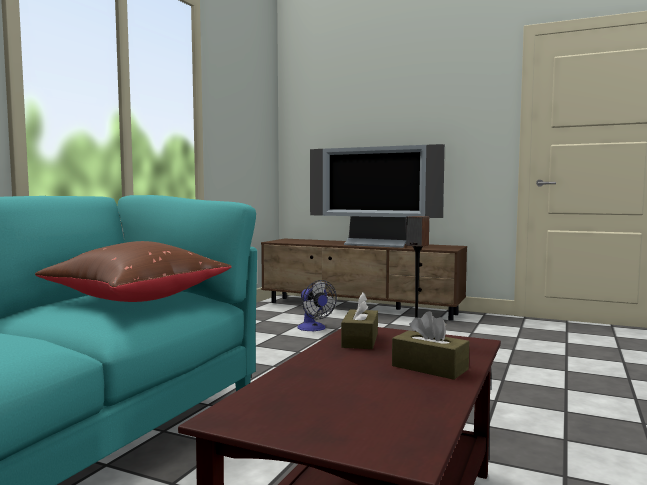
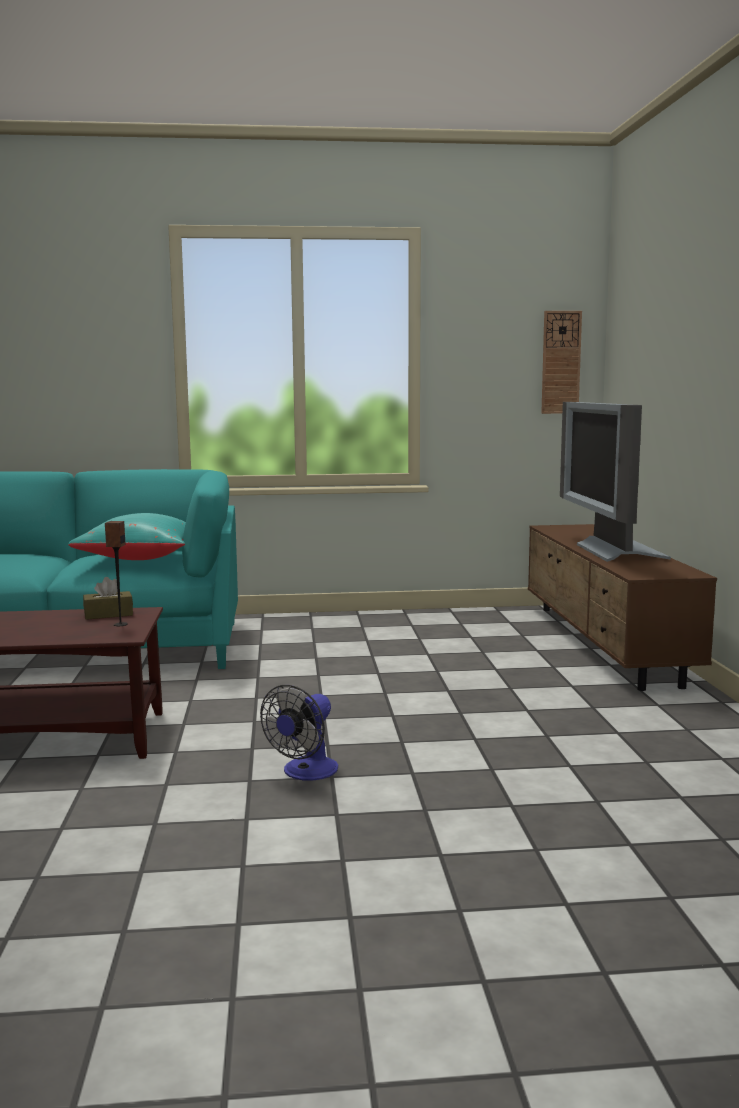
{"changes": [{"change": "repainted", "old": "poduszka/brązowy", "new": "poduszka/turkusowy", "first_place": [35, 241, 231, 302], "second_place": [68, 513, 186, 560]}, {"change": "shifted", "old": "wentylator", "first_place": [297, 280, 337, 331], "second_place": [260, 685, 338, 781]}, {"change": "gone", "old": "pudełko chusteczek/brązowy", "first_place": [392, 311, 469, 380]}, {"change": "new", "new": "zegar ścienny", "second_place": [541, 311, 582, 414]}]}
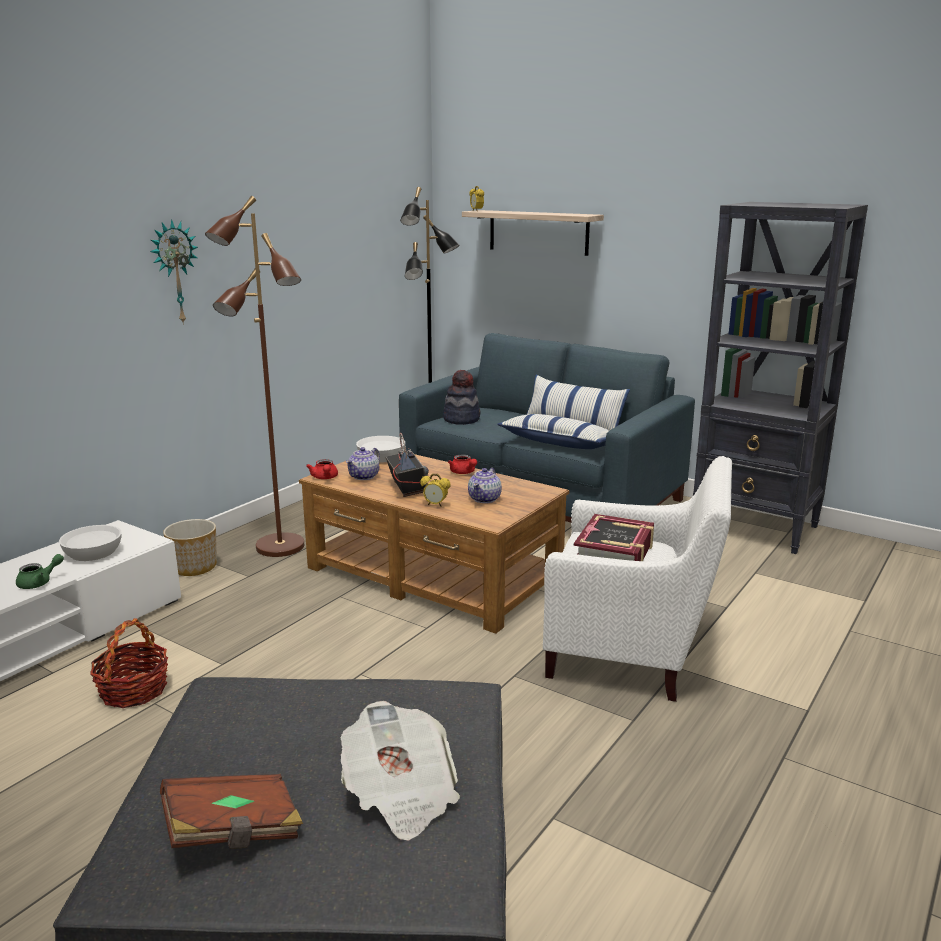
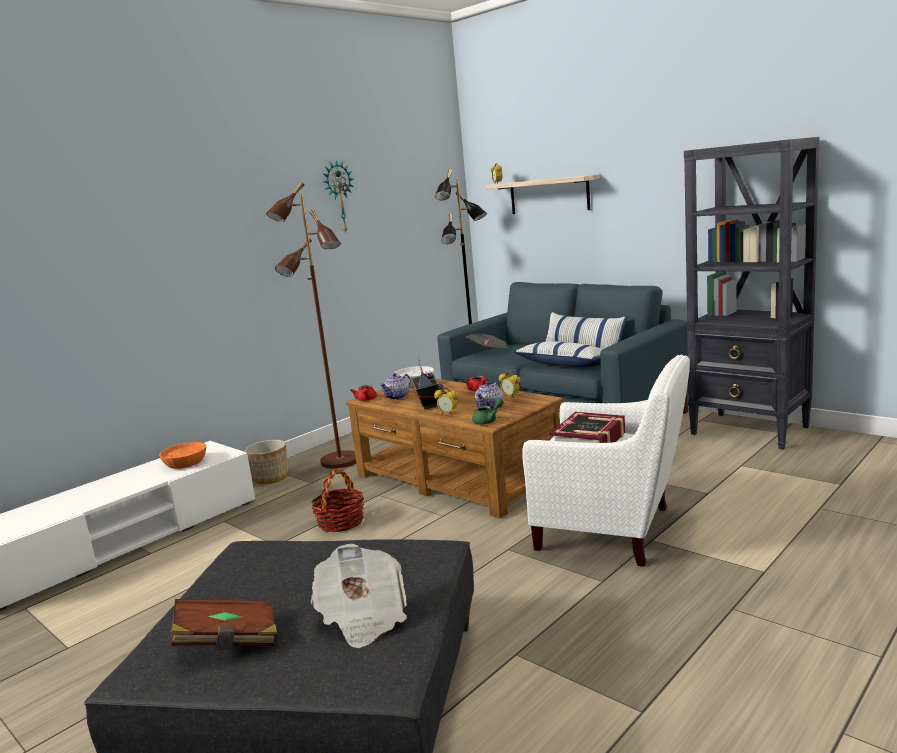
{"changes": [{"change": "shifted", "old": "zegar ścienny", "first_place": [150, 219, 198, 325], "second_place": [323, 160, 354, 233]}, {"change": "swapped", "old": "kapelusz", "new": "gazeta", "first_place": [443, 370, 480, 425], "second_place": [465, 333, 509, 348]}, {"change": "repainted", "old": "miska/biały", "new": "miska/pomarańczowy", "first_place": [59, 525, 122, 561], "second_place": [159, 442, 206, 469]}, {"change": "shifted", "old": "imbryk/zielony", "first_place": [16, 554, 64, 589], "second_place": [472, 398, 504, 424]}, {"change": "shifted", "old": "koszyk", "first_place": [90, 618, 168, 708], "second_place": [311, 469, 364, 532]}, {"change": "new", "new": "budzik", "second_place": [499, 371, 520, 398]}]}
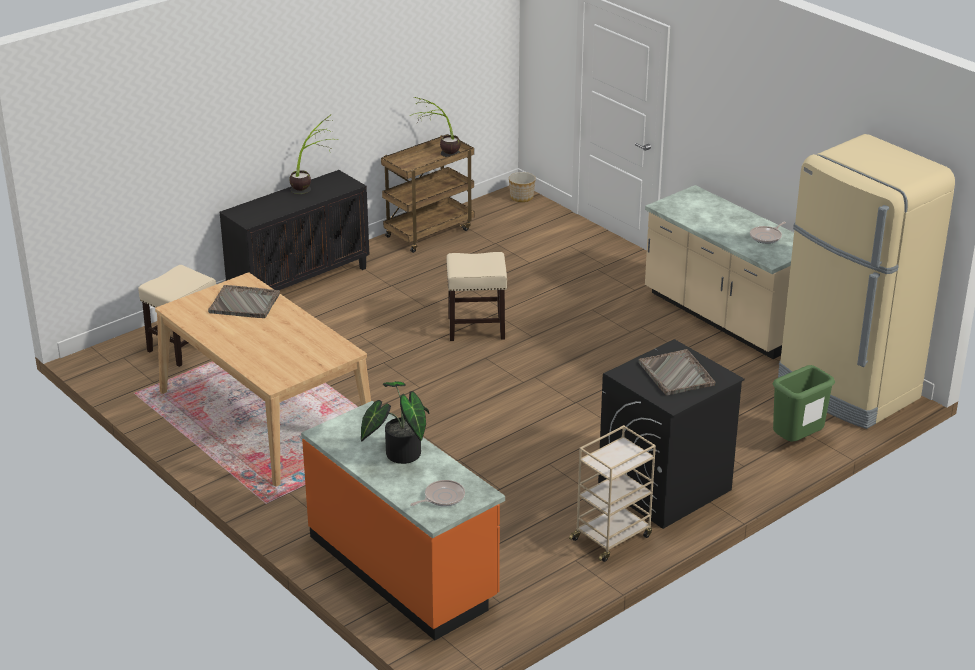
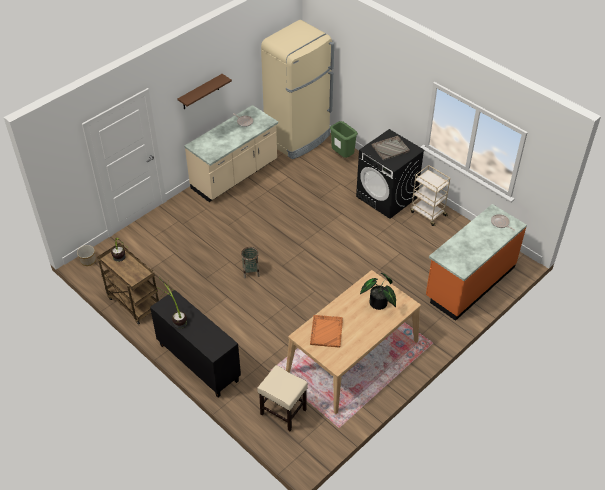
{"changes": [{"change": "swapped", "old": "stołek/beżowy", "new": "koszyk", "first_place": [447, 252, 507, 341], "second_place": [241, 247, 260, 278]}, {"change": "repainted", "old": "taca/szary", "new": "taca/pomarańczowy", "first_place": [208, 285, 280, 318], "second_place": [310, 315, 343, 348]}, {"change": "shifted", "old": "roślina doniczkowa", "first_place": [361, 381, 429, 464], "second_place": [360, 273, 396, 310]}, {"change": "new", "new": "półka/brązowy", "second_place": [178, 74, 232, 109]}]}
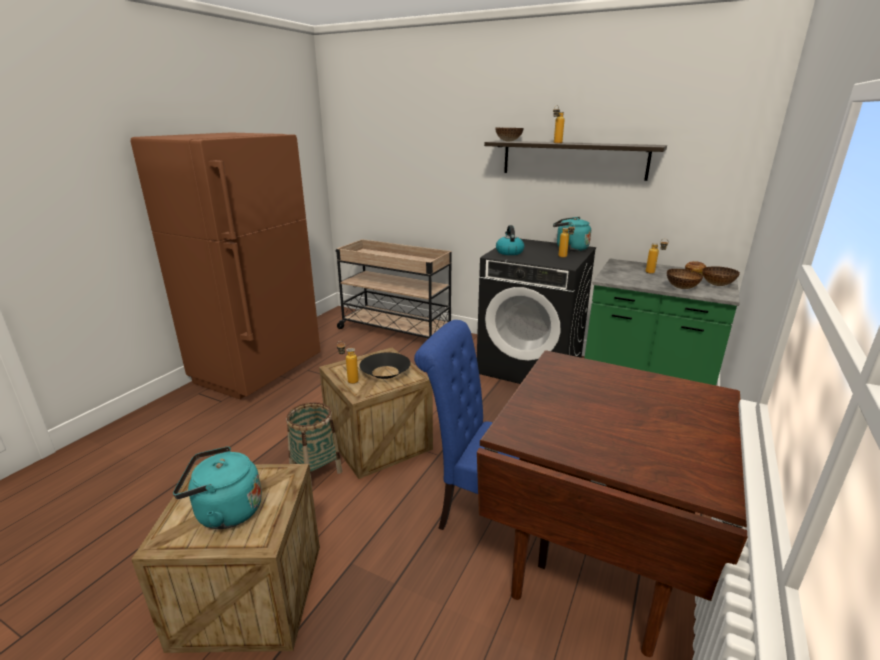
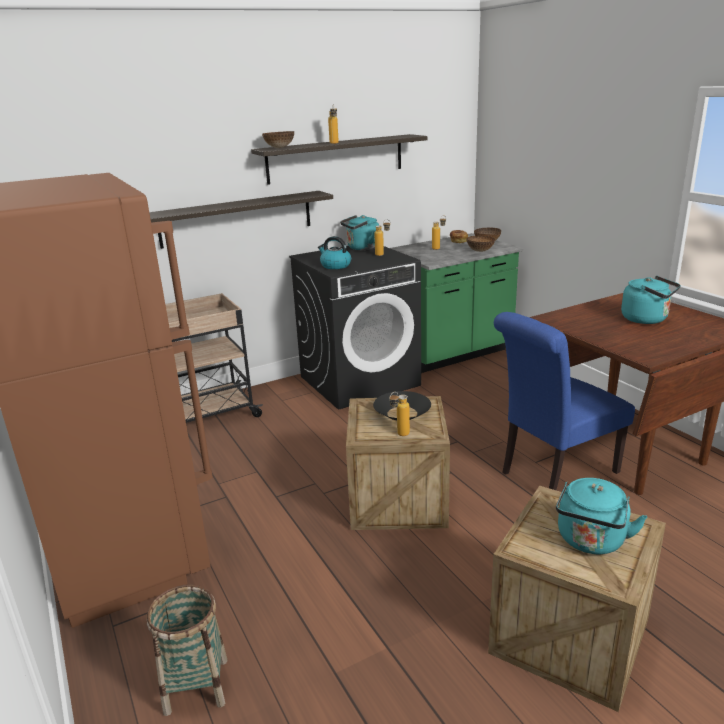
{"changes": [{"change": "shifted", "old": "koszyk", "first_place": [286, 402, 343, 485], "second_place": [147, 585, 228, 716]}, {"change": "new", "new": "półka", "second_place": [149, 191, 333, 249]}, {"change": "new", "new": "czajnik/turkusowy", "second_place": [621, 276, 681, 324]}]}
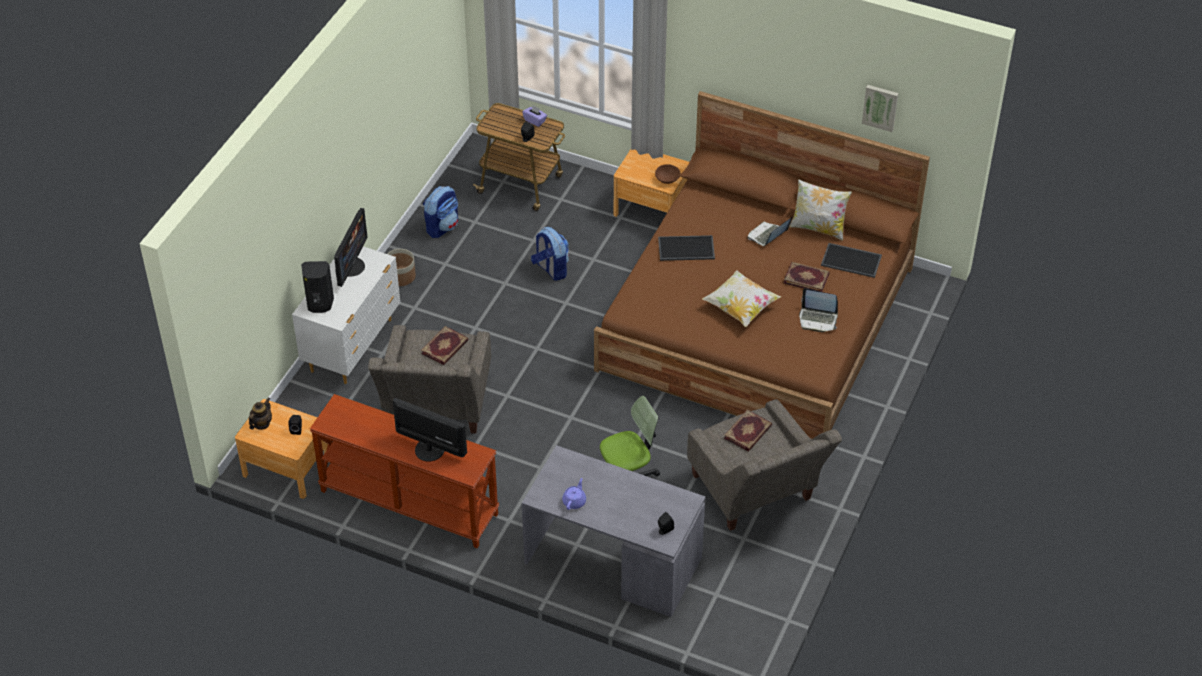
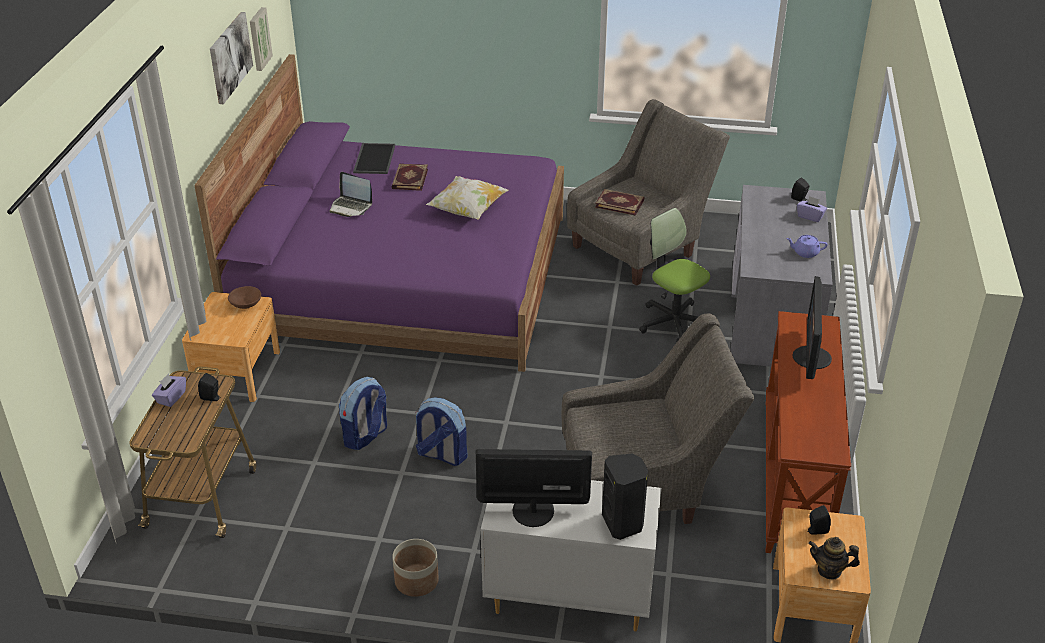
{"changes": [{"change": "repainted", "old": "łóżko/brązowy", "new": "łóżko/fioletowy", "first_place": [594, 91, 930, 439], "second_place": [194, 54, 564, 372]}, {"change": "gone", "old": "poduszka", "first_place": [790, 179, 852, 241]}, {"change": "shifted", "old": "plecak", "first_place": [423, 186, 458, 238], "second_place": [416, 397, 468, 466]}, {"change": "gone", "old": "taca", "first_place": [658, 235, 715, 261]}, {"change": "gone", "old": "laptop", "first_place": [799, 288, 838, 332]}, {"change": "gone", "old": "książka", "first_place": [421, 326, 469, 365]}, {"change": "new", "new": "obraz", "second_place": [210, 12, 253, 104]}, {"change": "new", "new": "pudełko chusteczek/fioletowy", "second_place": [797, 196, 827, 222]}]}
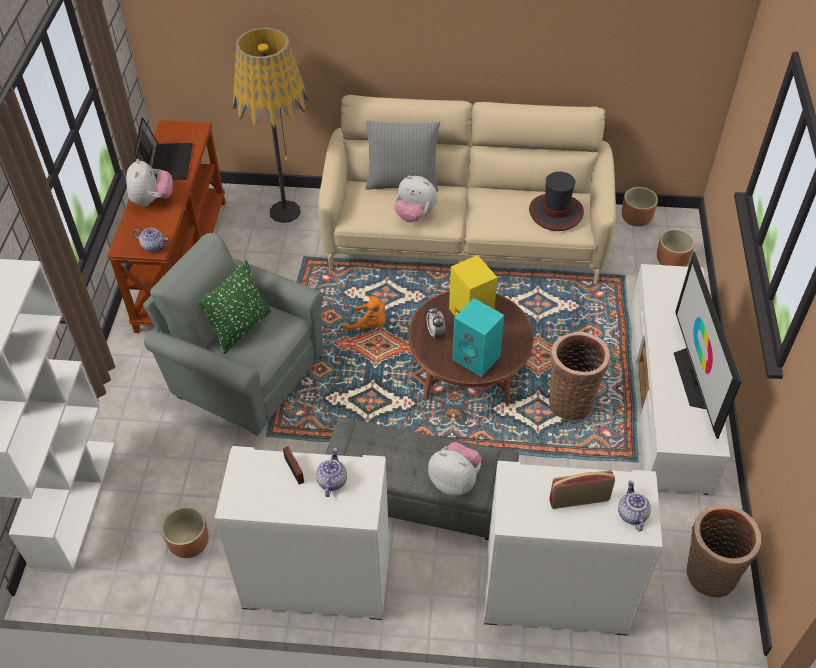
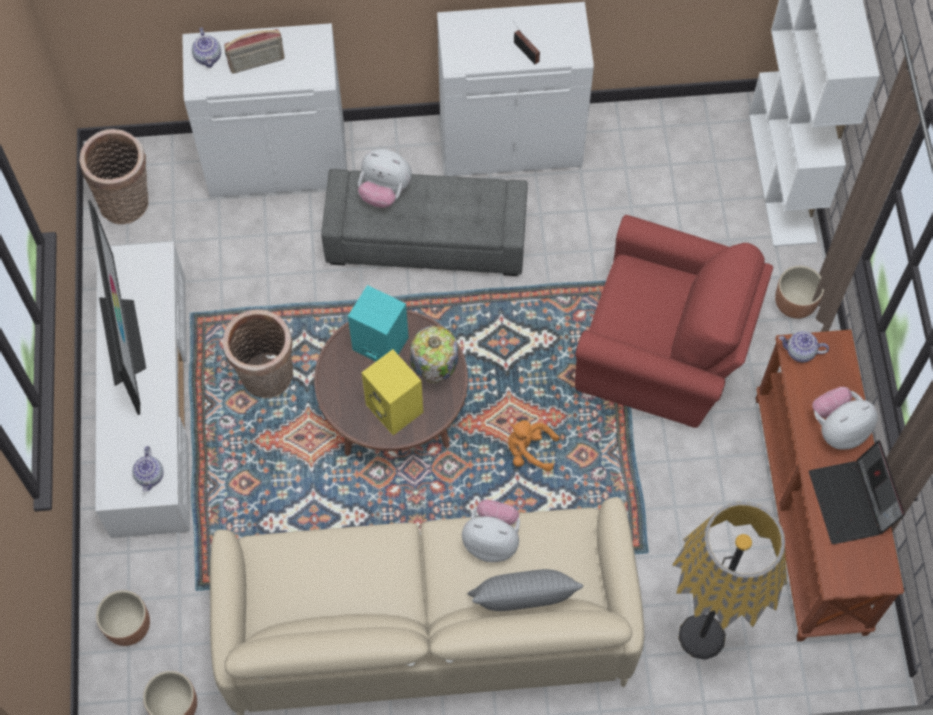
{"changes": [{"change": "rotated", "old": "pluszak", "first_place": [126, 159, 173, 207], "second_place": [812, 387, 878, 450], "degrees": 75}, {"change": "gone", "old": "kapelusz", "first_place": [529, 172, 584, 231]}, {"change": "repainted", "old": "fotel/szary", "new": "fotel/czerwony", "first_place": [143, 233, 323, 436], "second_place": [575, 215, 773, 428]}, {"change": "gone", "old": "poduszka/zielony", "first_place": [198, 260, 271, 354]}, {"change": "swapped", "old": "budzik", "new": "lampa stołowa", "first_place": [427, 305, 445, 338], "second_place": [410, 326, 458, 384]}, {"change": "shifted", "old": "imbryk", "first_place": [316, 448, 347, 497], "second_place": [132, 446, 164, 492]}, {"change": "shifted", "old": "donica/brązowy", "first_place": [161, 507, 209, 558], "second_place": [775, 266, 824, 319]}]}
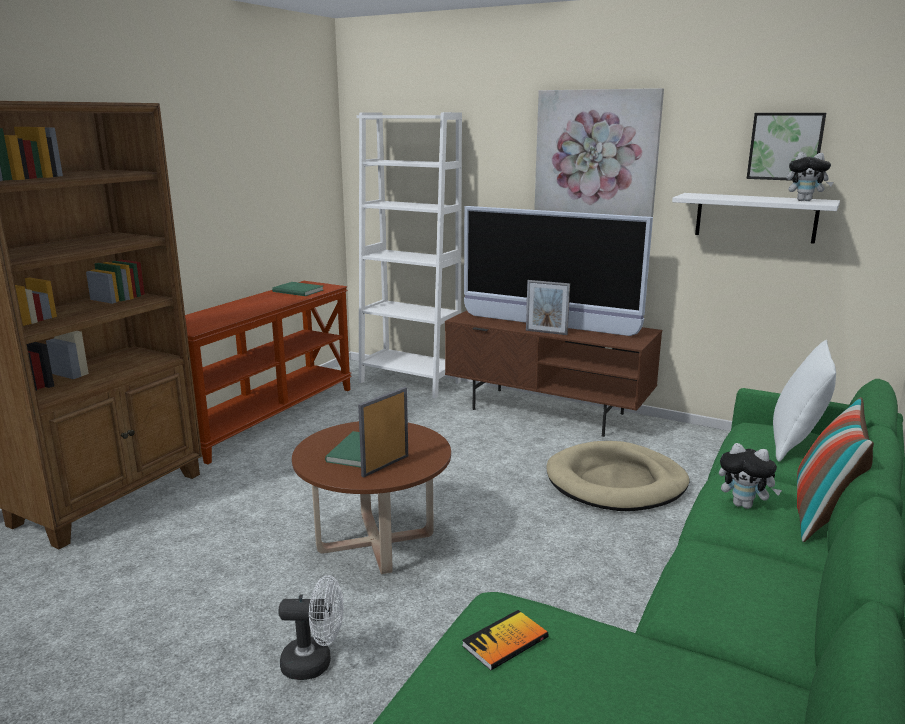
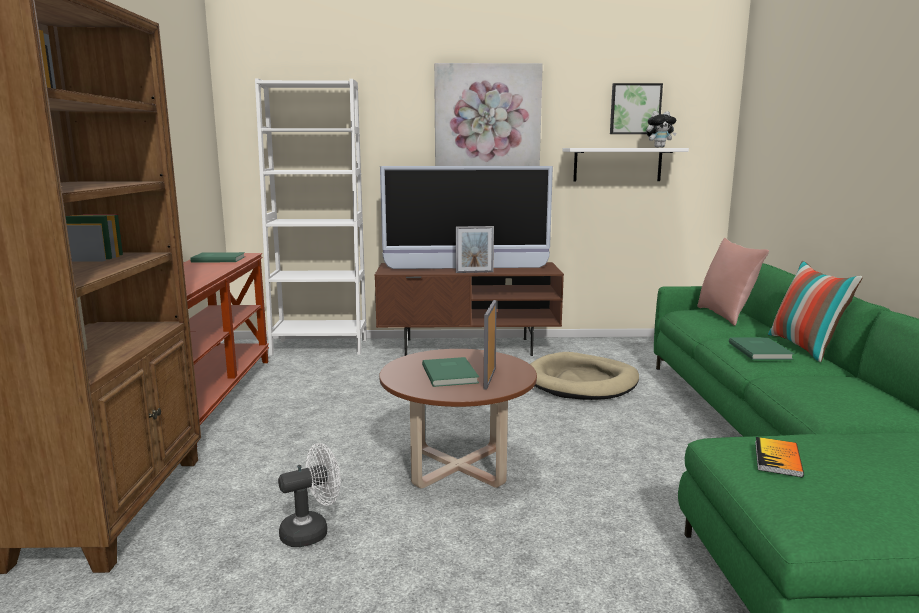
{"changes": [{"change": "repainted", "old": "poduszka/biały", "new": "poduszka/różowy", "first_place": [773, 340, 836, 462], "second_place": [697, 238, 769, 326]}, {"change": "swapped", "old": "pluszak", "new": "książka/zielony", "first_place": [719, 443, 782, 509], "second_place": [729, 338, 794, 360]}, {"change": "shifted", "old": "wentylator/biały", "first_place": [279, 575, 343, 680], "second_place": [278, 443, 341, 547]}]}
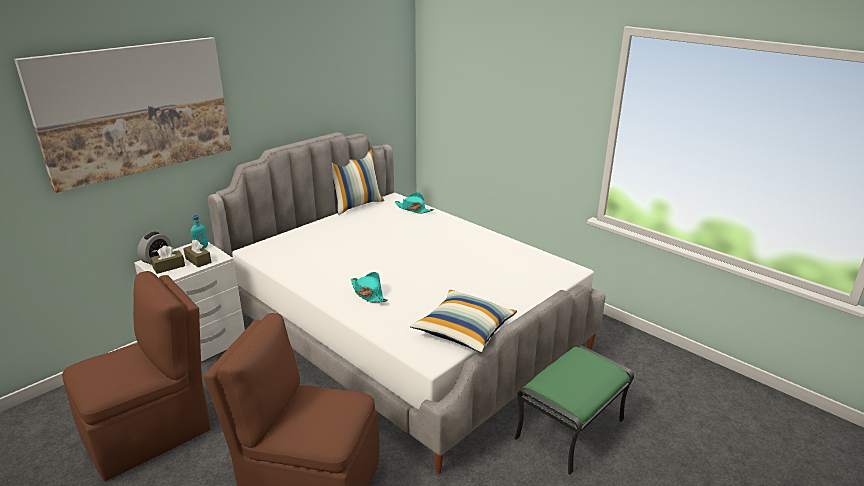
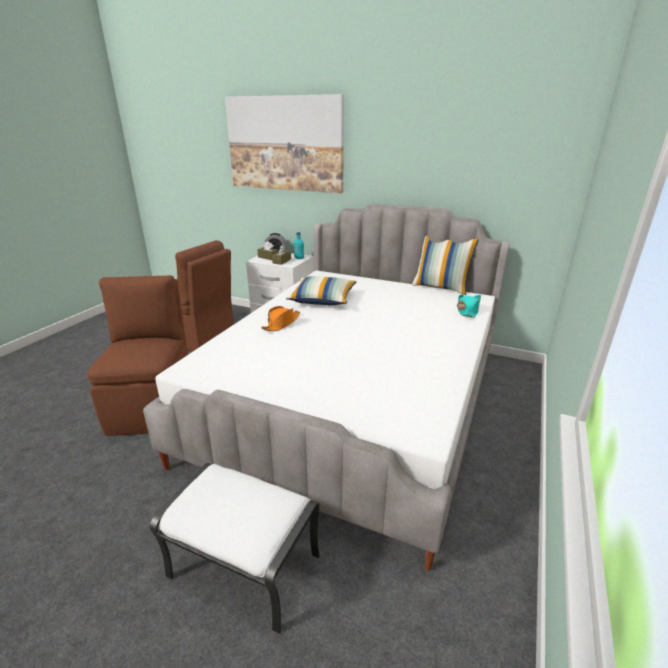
{"changes": [{"change": "repainted", "old": "kapelusz/turkusowy", "new": "kapelusz/pomarańczowy", "first_place": [351, 272, 388, 303], "second_place": [261, 306, 300, 331]}, {"change": "shifted", "old": "poduszka", "first_place": [410, 290, 517, 352], "second_place": [285, 276, 356, 305]}, {"change": "repainted", "old": "pufa/zielony", "new": "pufa/biały", "first_place": [515, 345, 634, 475], "second_place": [150, 463, 320, 634]}]}
